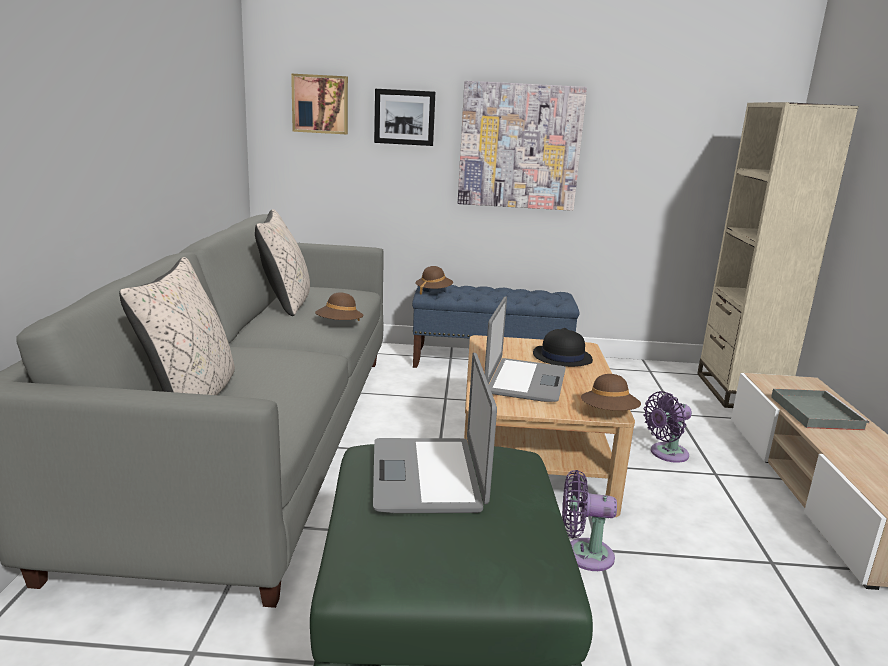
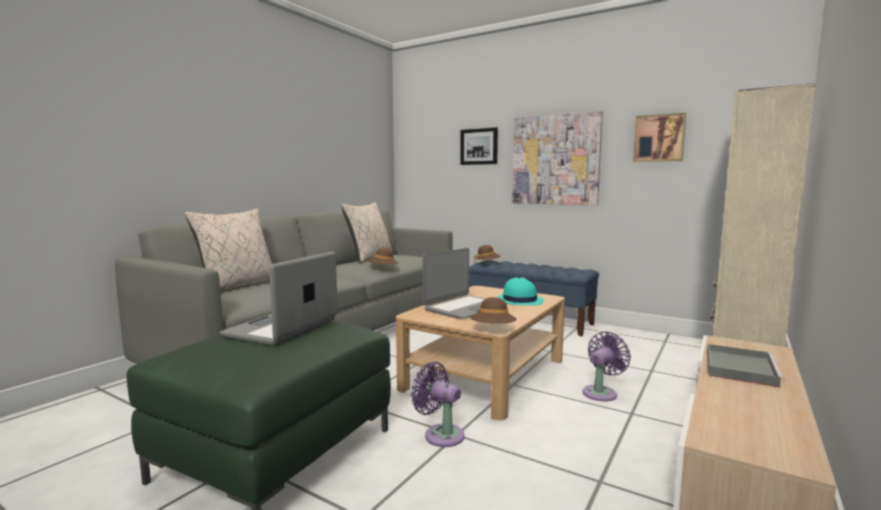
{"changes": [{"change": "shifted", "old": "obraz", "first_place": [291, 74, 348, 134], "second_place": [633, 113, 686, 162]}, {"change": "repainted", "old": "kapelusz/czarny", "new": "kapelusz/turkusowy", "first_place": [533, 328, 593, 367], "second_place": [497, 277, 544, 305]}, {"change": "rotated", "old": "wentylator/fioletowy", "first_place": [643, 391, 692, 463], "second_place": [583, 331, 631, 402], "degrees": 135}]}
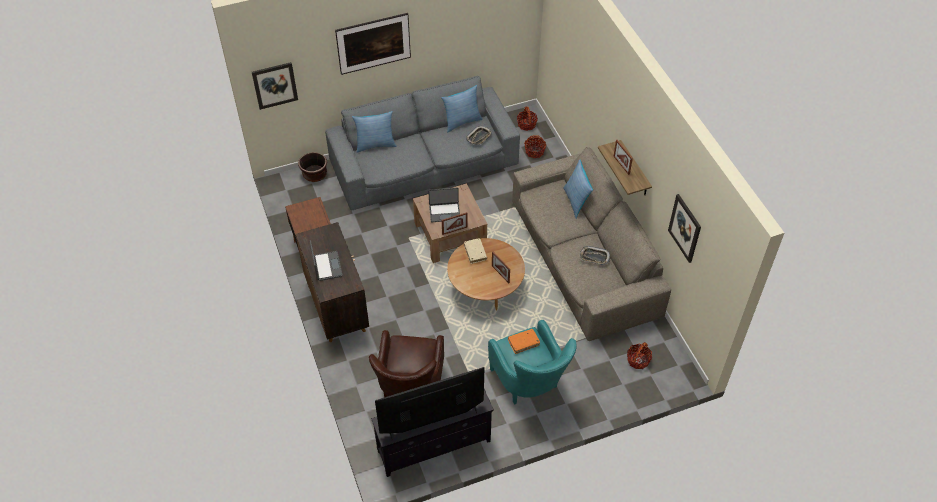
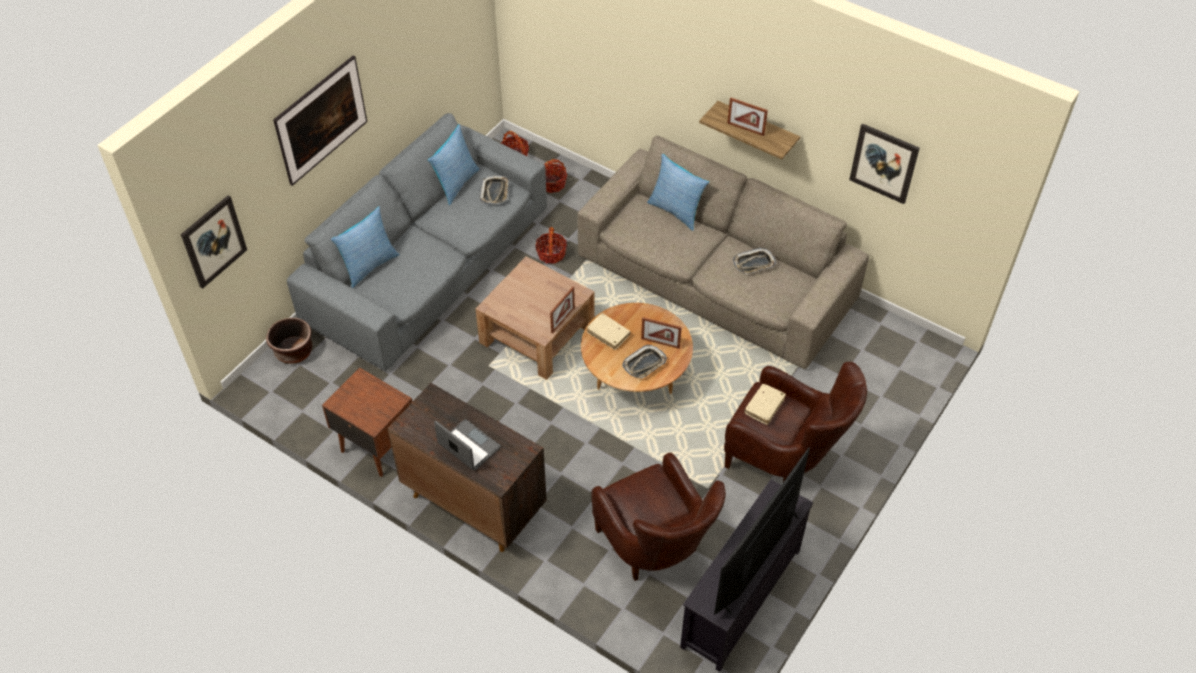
{"changes": [{"change": "gone", "old": "laptop", "first_place": [428, 187, 460, 222]}, {"change": "repainted", "old": "fotel/turkusowy", "new": "fotel/brązowy", "first_place": [488, 320, 577, 405], "second_place": [724, 362, 867, 482]}, {"change": "repainted", "old": "książka/pomarańczowy", "new": "książka/beżowy", "first_place": [508, 329, 540, 354], "second_place": [744, 384, 786, 425]}, {"change": "shifted", "old": "koszyk", "first_place": [627, 342, 652, 369], "second_place": [535, 227, 567, 264]}, {"change": "new", "new": "taca", "second_place": [622, 345, 667, 379]}]}
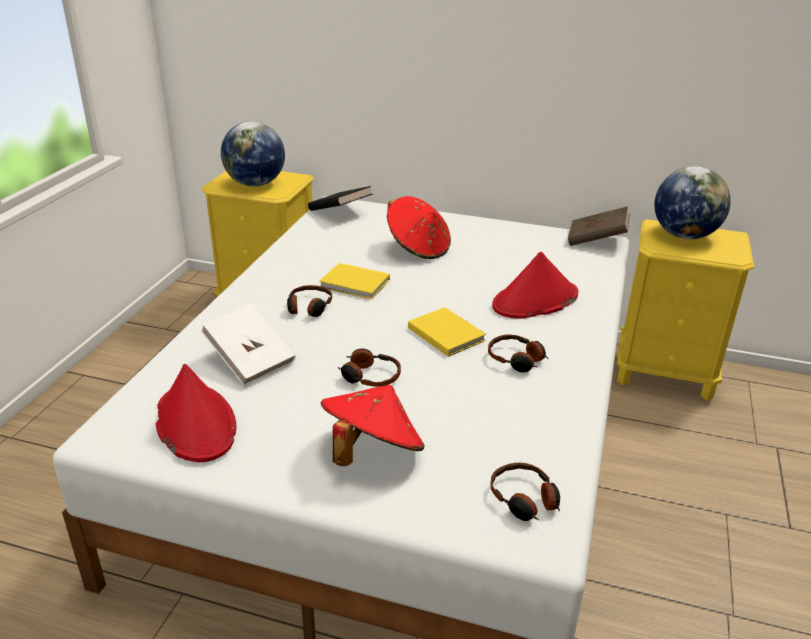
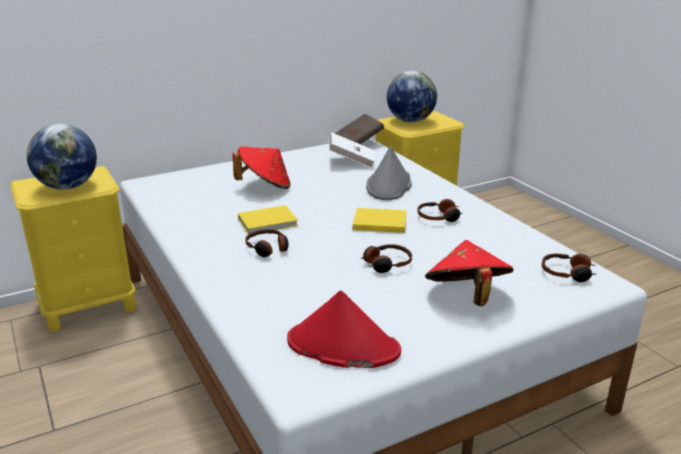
{"changes": [{"change": "gone", "old": "książka/czarny", "first_place": [308, 186, 373, 211]}, {"change": "repainted", "old": "kapelusz/czerwony", "new": "kapelusz/szary", "first_place": [492, 252, 579, 319], "second_place": [366, 146, 412, 200]}, {"change": "shifted", "old": "książka/biały", "first_place": [201, 304, 296, 386], "second_place": [329, 132, 375, 168]}]}
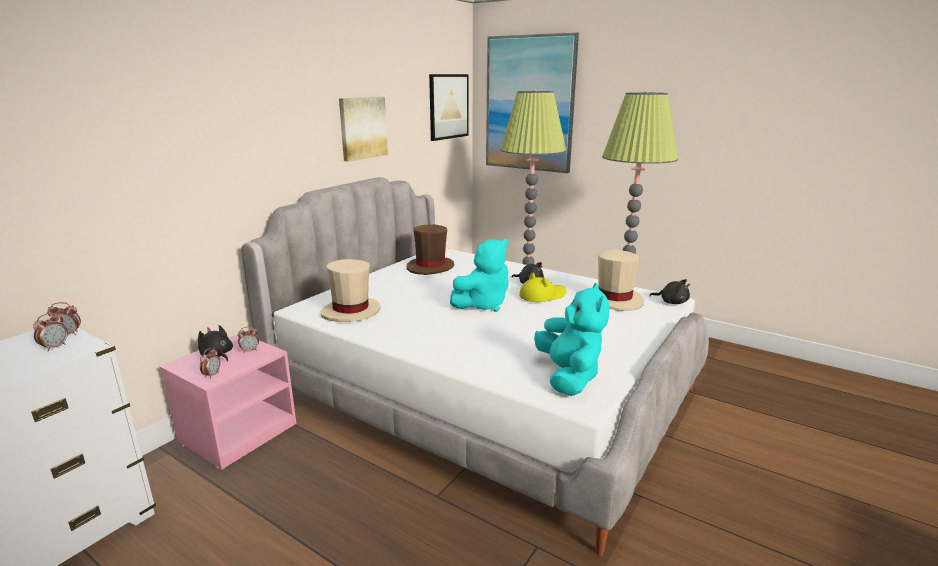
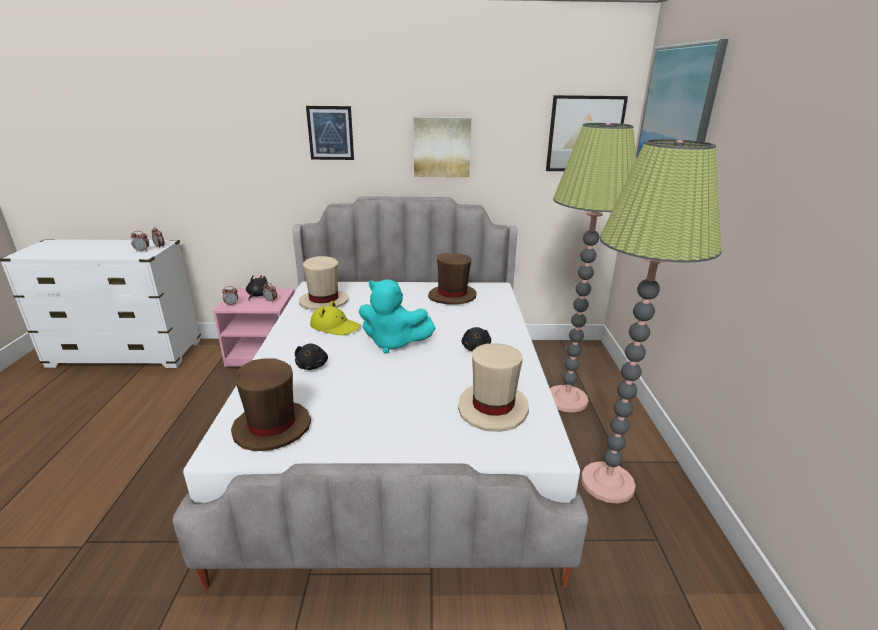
{"changes": [{"change": "shifted", "old": "kapelusz/żółty", "first_place": [519, 273, 566, 302], "second_place": [310, 301, 361, 335]}, {"change": "shifted", "old": "pluszak/czarny", "first_place": [649, 279, 690, 304], "second_place": [295, 343, 328, 370]}, {"change": "swapped", "old": "pluszak/turkusowy", "new": "kapelusz/brązowy", "first_place": [534, 283, 609, 396], "second_place": [231, 358, 311, 451]}, {"change": "new", "new": "obraz", "second_place": [306, 106, 354, 160]}]}
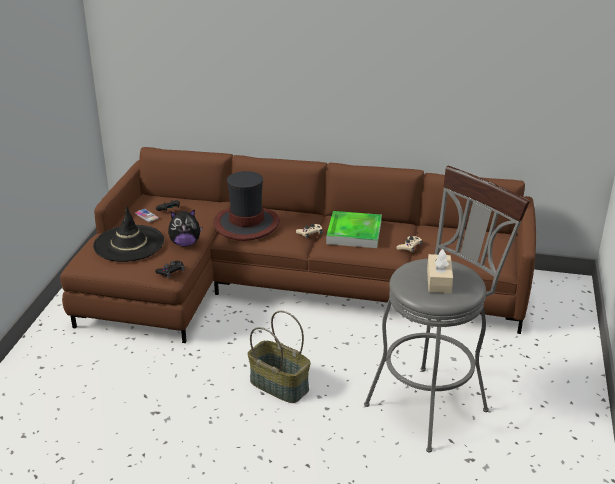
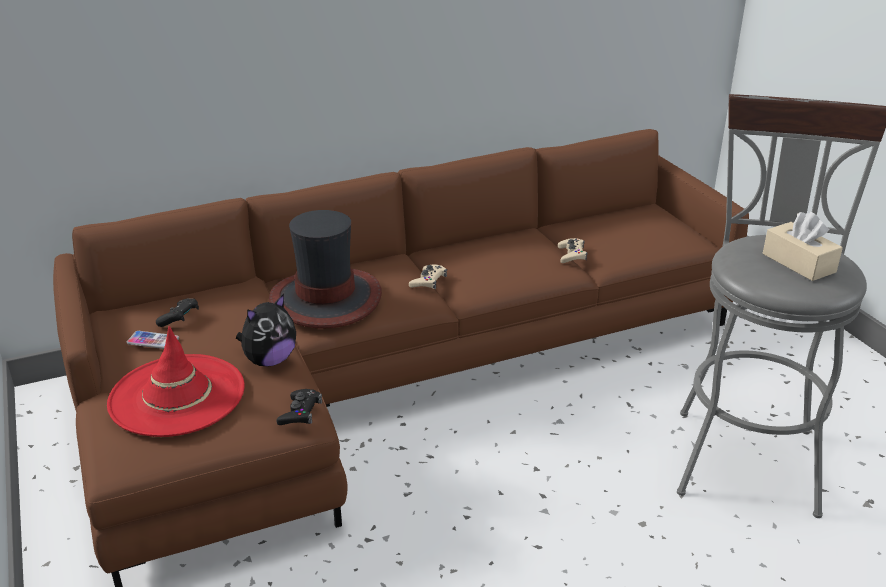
{"changes": [{"change": "repainted", "old": "kapelusz/czarny", "new": "kapelusz/czerwony", "first_place": [93, 207, 164, 262], "second_place": [107, 326, 245, 437]}, {"change": "gone", "old": "taca", "first_place": [326, 211, 382, 248]}, {"change": "gone", "old": "koszyk", "first_place": [248, 311, 311, 403]}]}
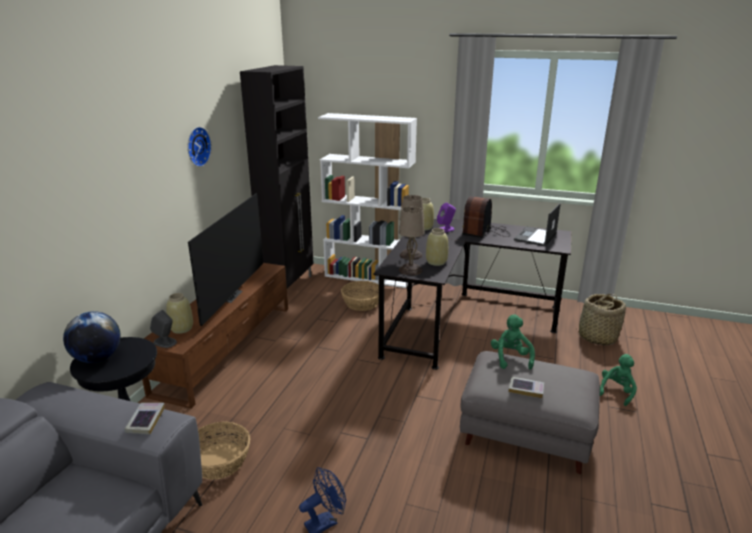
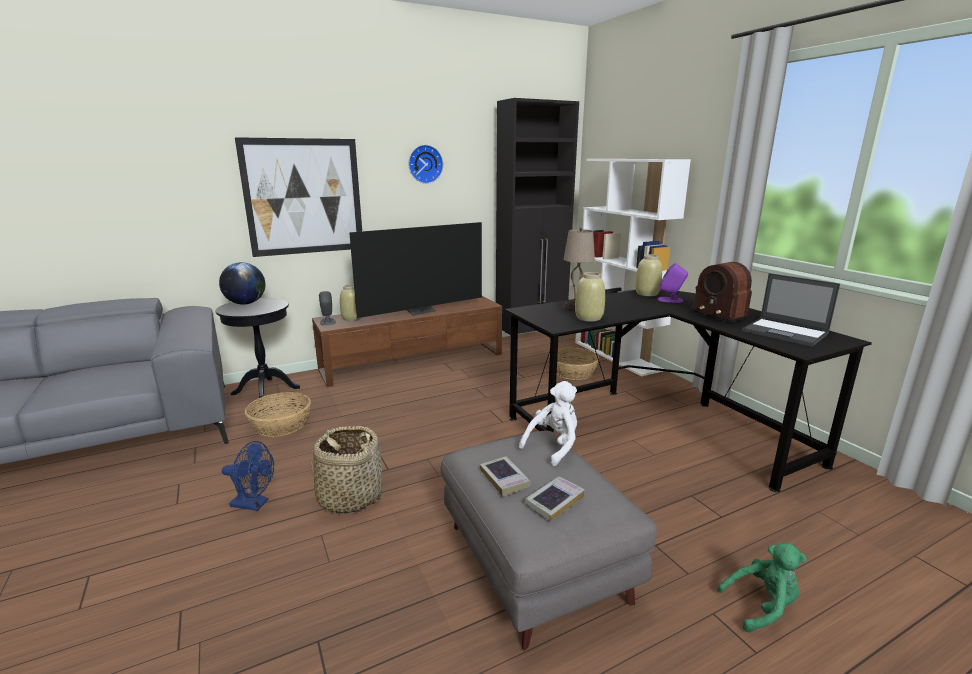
{"changes": [{"change": "rotated", "old": "radio", "first_place": [462, 196, 510, 238], "second_place": [690, 262, 752, 323], "degrees": -105}, {"change": "rotated", "old": "laptop", "first_place": [514, 203, 561, 246], "second_place": [742, 273, 840, 347], "degrees": -120}, {"change": "gone", "old": "lampa stołowa/beżowy", "first_place": [399, 207, 425, 275]}, {"change": "shifted", "old": "koszyk", "first_place": [576, 294, 626, 346], "second_place": [311, 426, 384, 514]}, {"change": "repainted", "old": "pluszak/zielony", "new": "pluszak/biały", "first_place": [491, 314, 535, 370], "second_place": [519, 381, 577, 466]}, {"change": "shifted", "old": "książka", "first_place": [124, 403, 165, 435], "second_place": [525, 476, 585, 522]}, {"change": "new", "new": "obraz", "second_place": [235, 137, 362, 257]}]}
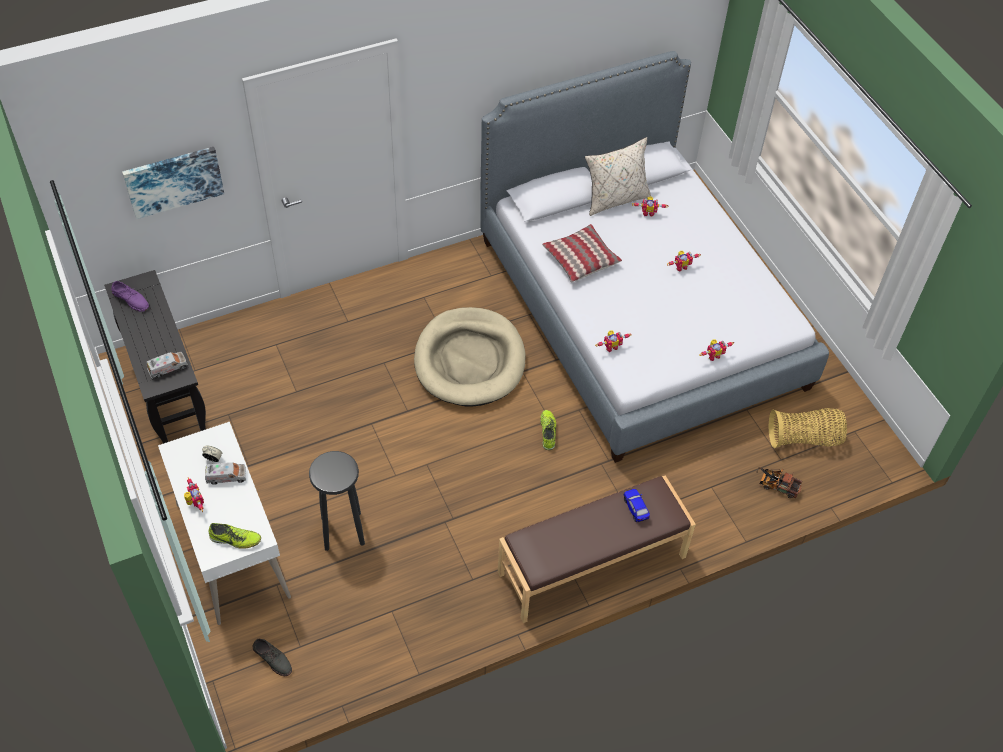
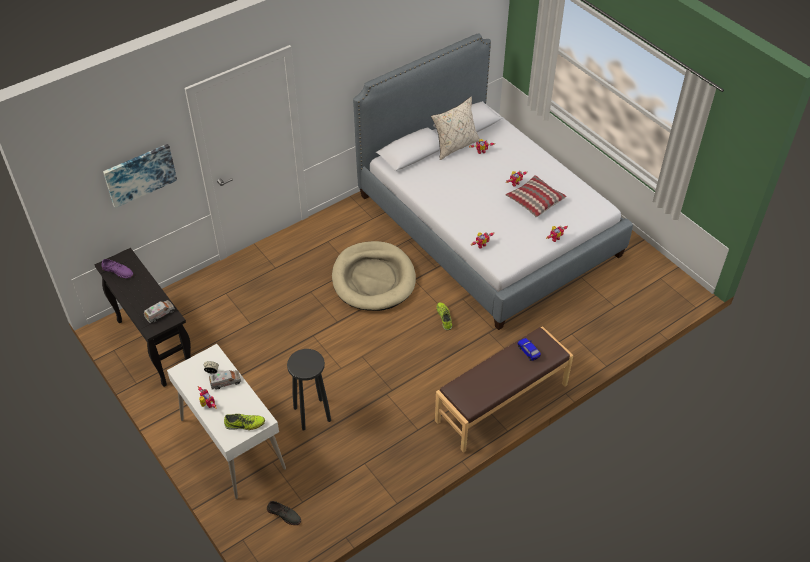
{"changes": [{"change": "shifted", "old": "poduszka", "first_place": [542, 224, 622, 283], "second_place": [506, 175, 567, 217]}, {"change": "gone", "old": "koszyk", "first_place": [769, 408, 847, 448]}, {"change": "gone", "old": "ciężarówka zabawkowa", "first_place": [756, 467, 802, 498]}]}
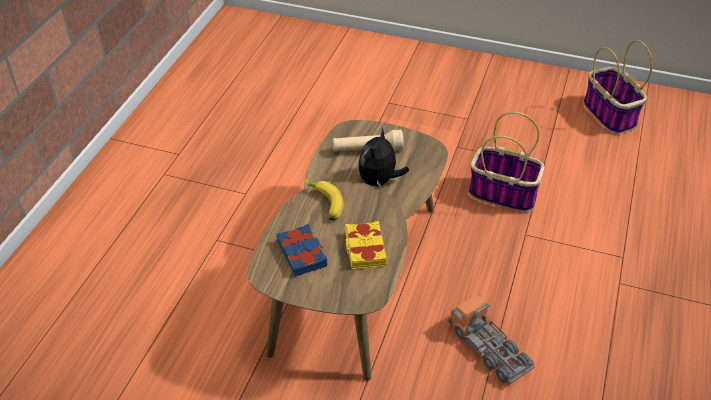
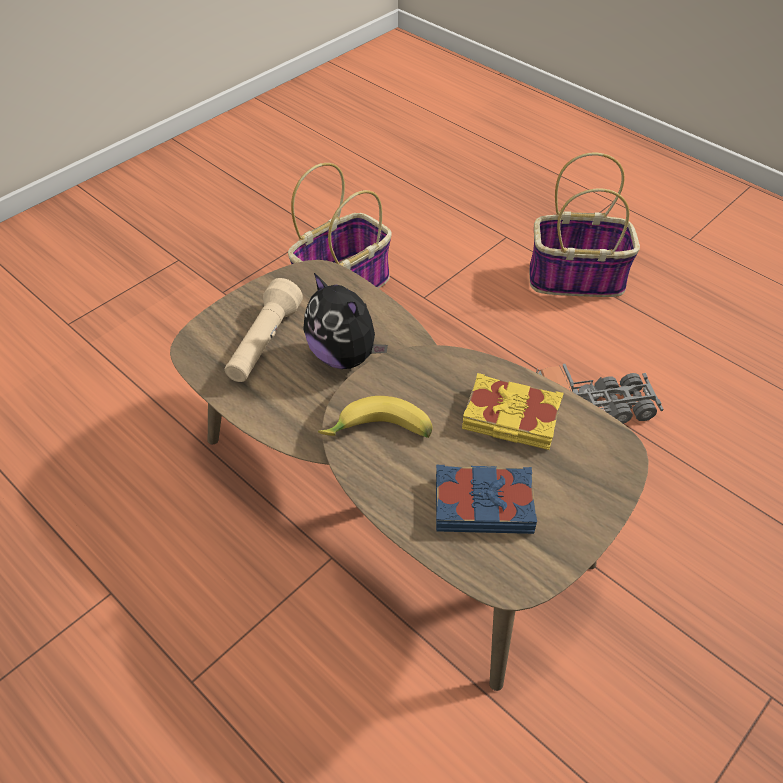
{"changes": [{"change": "shifted", "old": "koszyk", "first_place": [584, 40, 652, 134], "second_place": [529, 153, 640, 297]}]}
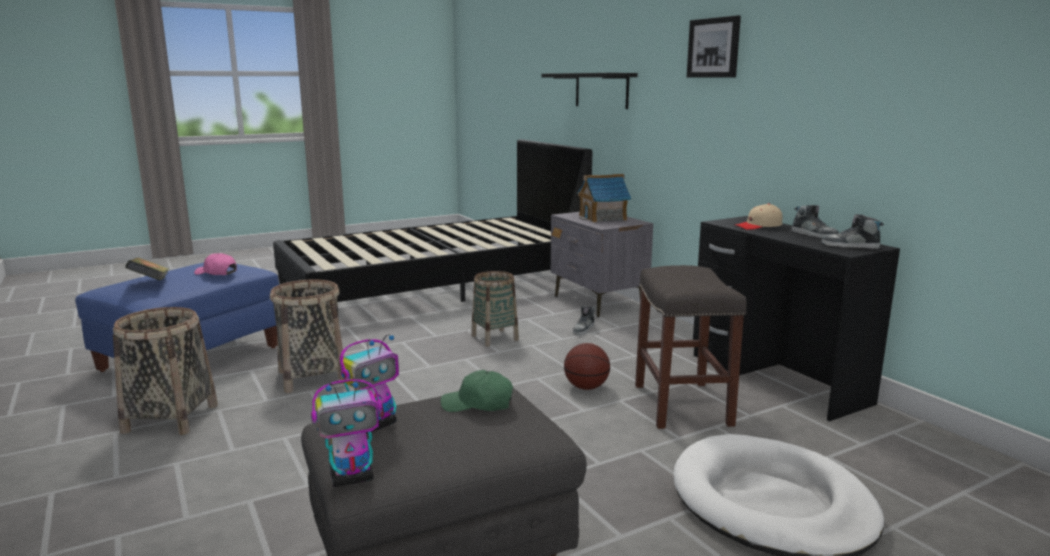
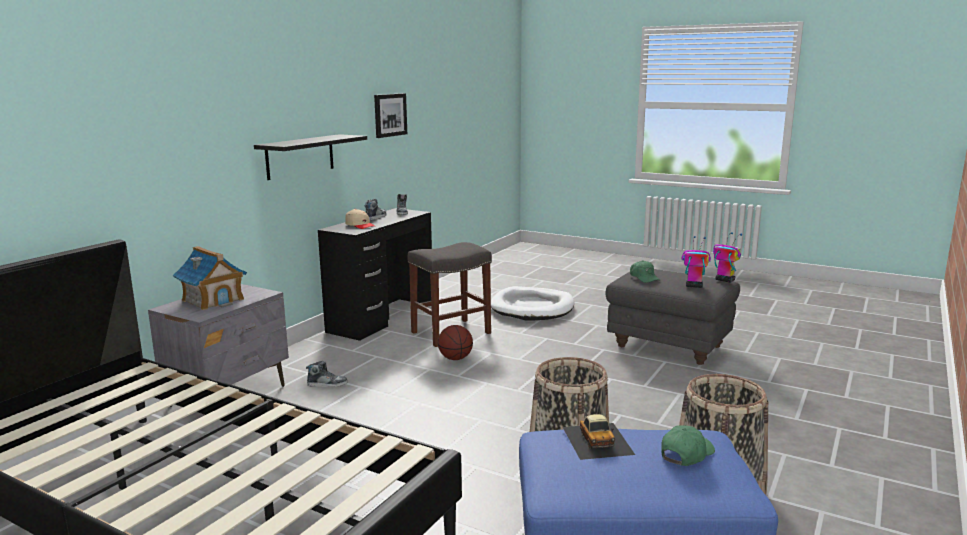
{"changes": [{"change": "shifted", "old": "obraz", "first_place": [687, 15, 741, 78], "second_place": [374, 93, 407, 138]}, {"change": "shifted", "old": "półka/czarny", "first_place": [541, 73, 638, 109], "second_place": [254, 134, 367, 180]}, {"change": "swapped", "old": "czapka z daszkiem/różowy", "new": "samochodzik", "first_place": [194, 253, 237, 275], "second_place": [563, 414, 635, 460]}, {"change": "swapped", "old": "książka", "new": "czapka z daszkiem/zielony", "first_place": [125, 257, 169, 280], "second_place": [661, 425, 715, 466]}, {"change": "gone", "old": "koszyk", "first_place": [471, 271, 519, 347]}]}
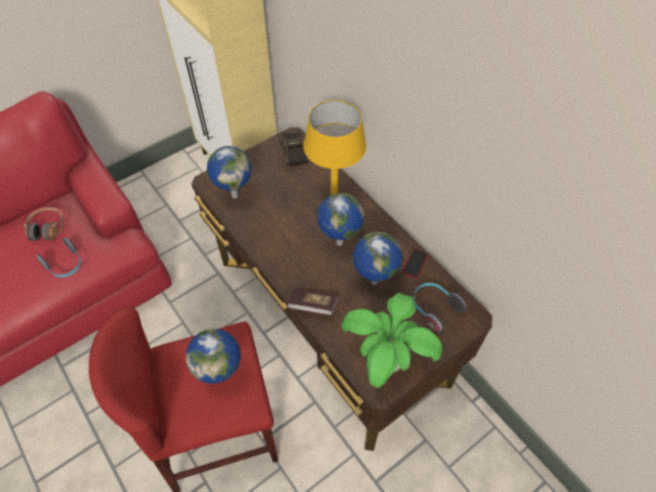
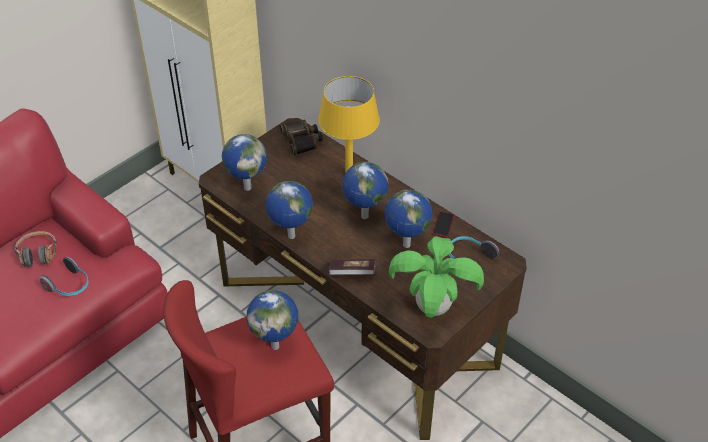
{"changes": [{"change": "new", "new": "globus", "second_place": [266, 181, 313, 239]}]}
